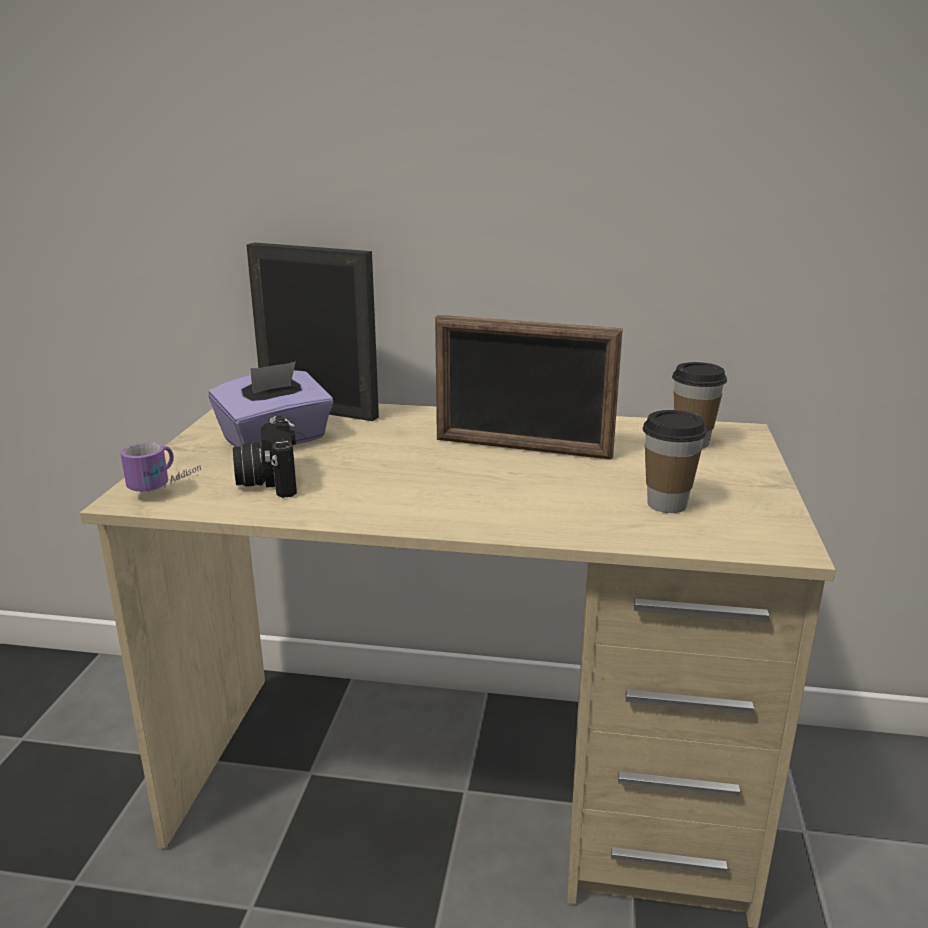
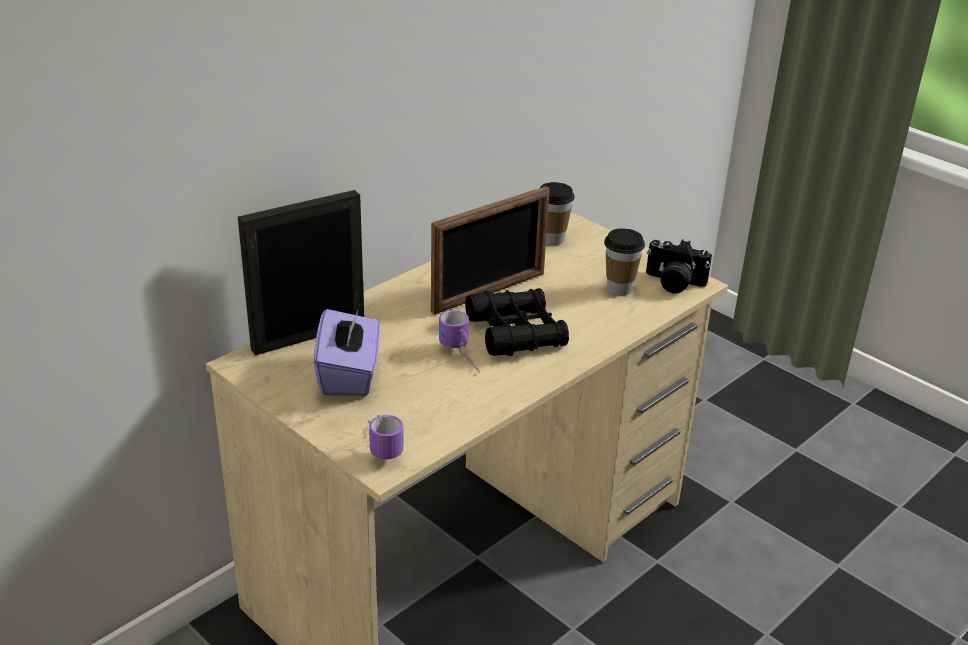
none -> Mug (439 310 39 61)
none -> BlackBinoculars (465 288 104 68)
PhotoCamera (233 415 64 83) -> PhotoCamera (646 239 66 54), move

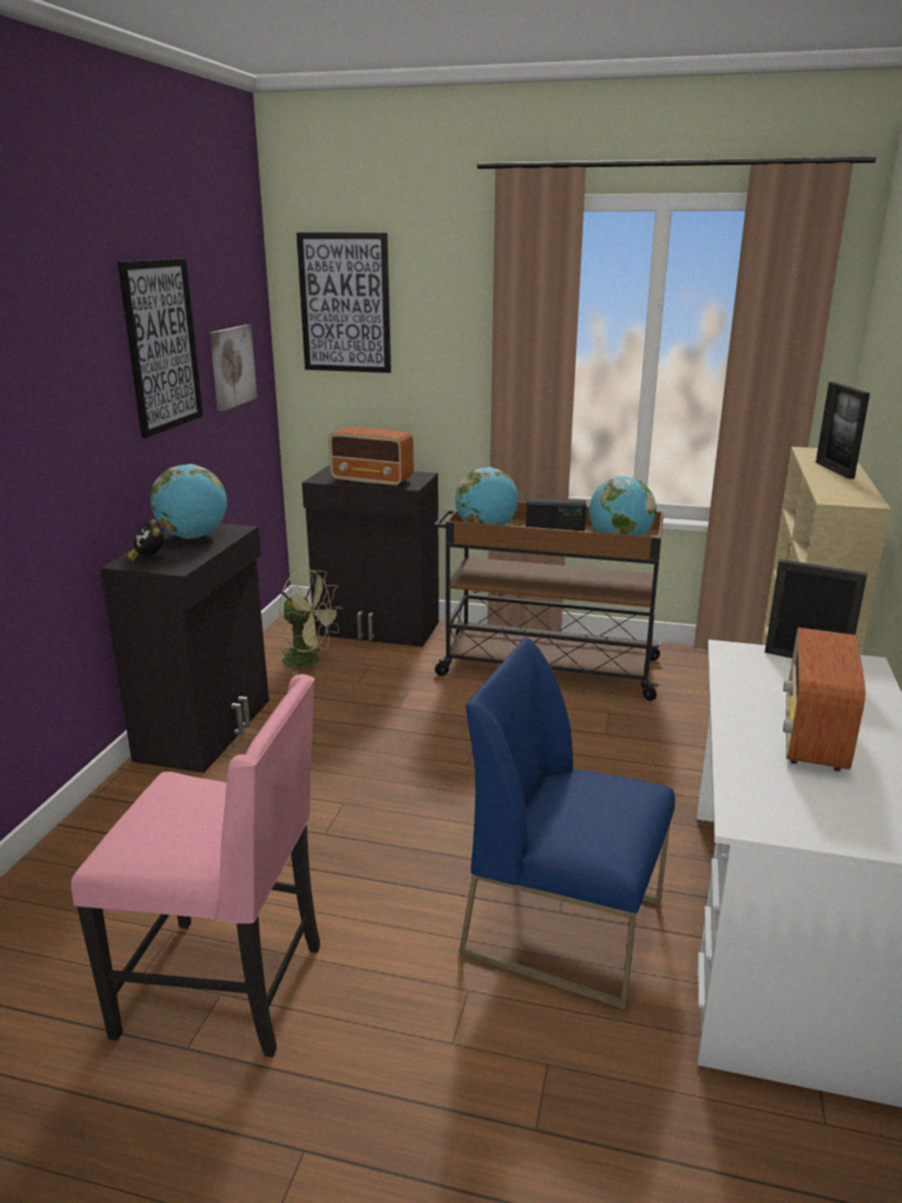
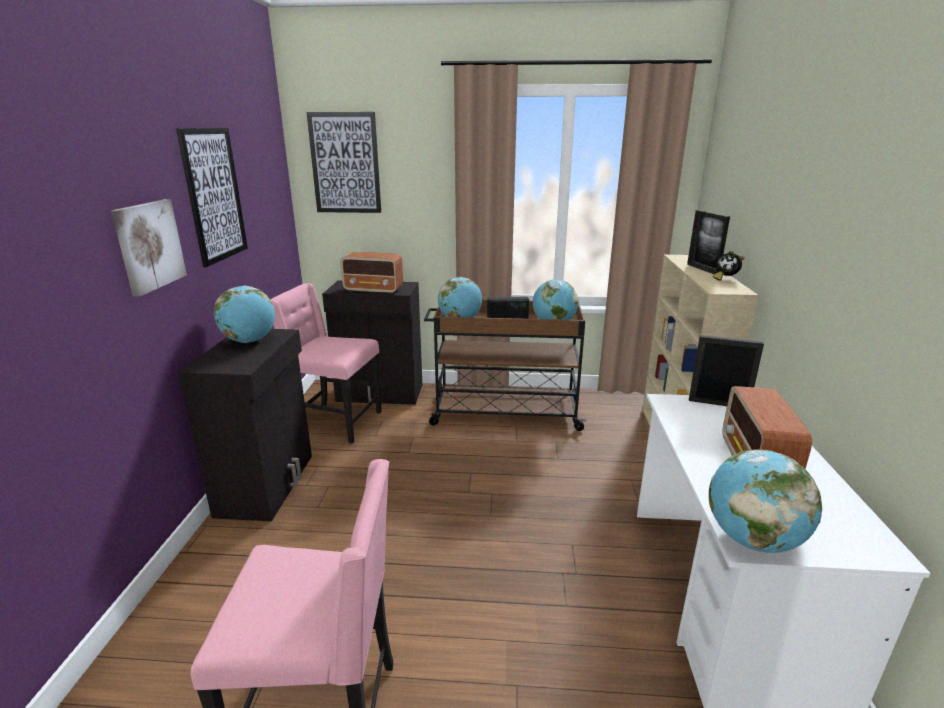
Picture (210 325 47 86) -> Picture (111 199 76 98), move
GreenFan (279 569 63 107) -> PinkChair (271 283 111 161)
none -> Globe (709 449 113 104)
AlarmClock (128 519 36 43) -> AlarmClock (713 250 31 31), move
BlueChair (459 637 216 373) -> none

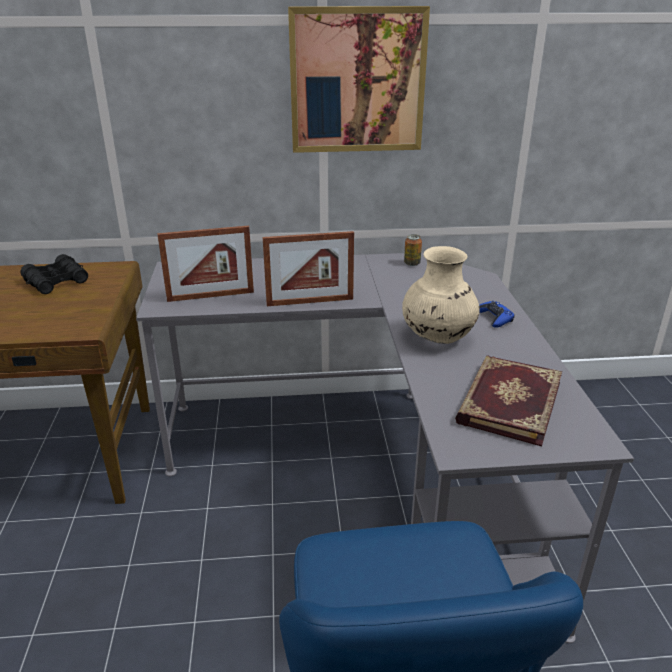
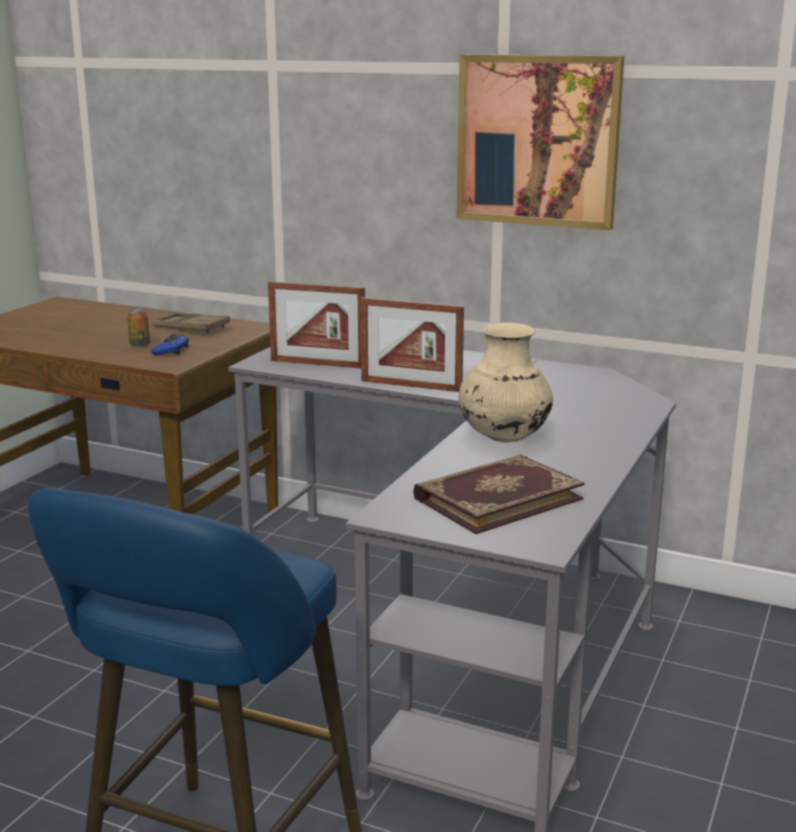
Can (404 234 18 32) -> Can (127 309 23 38), move
BlackBinoculars (21 254 67 40) -> BrownTray (151 313 79 20)
BlueGameController (479 301 36 27) -> BlueGameController (151 333 38 22), move

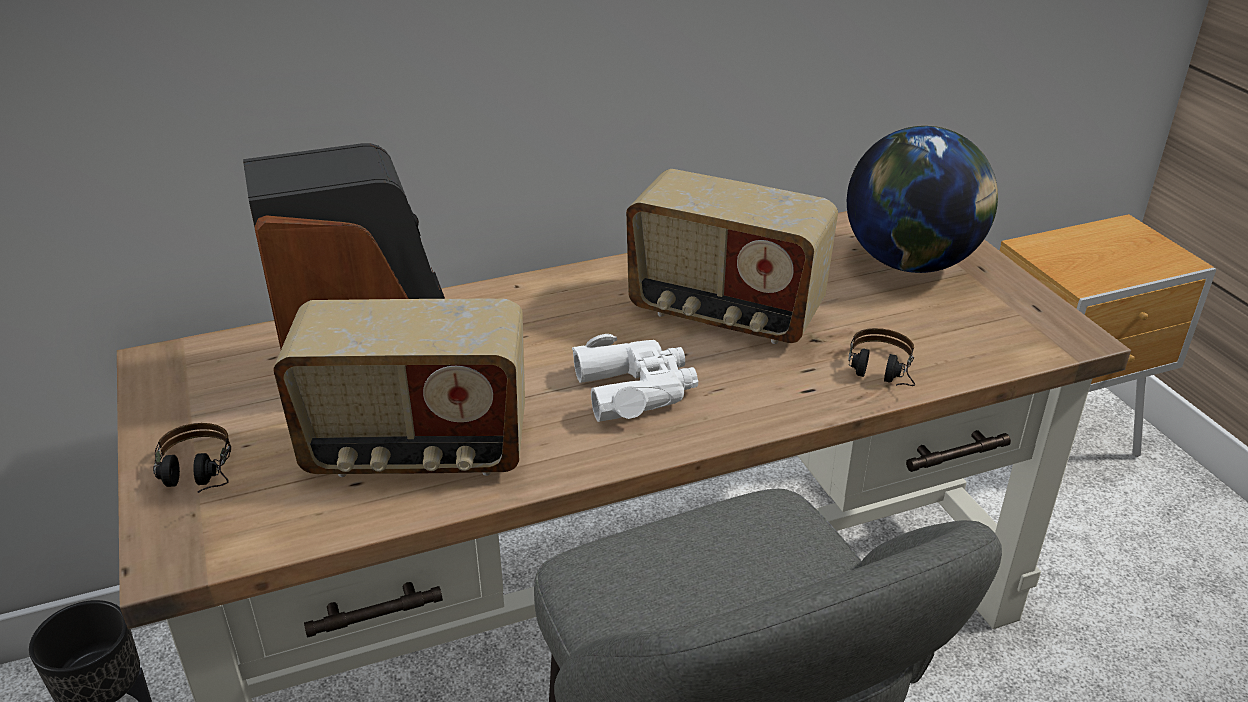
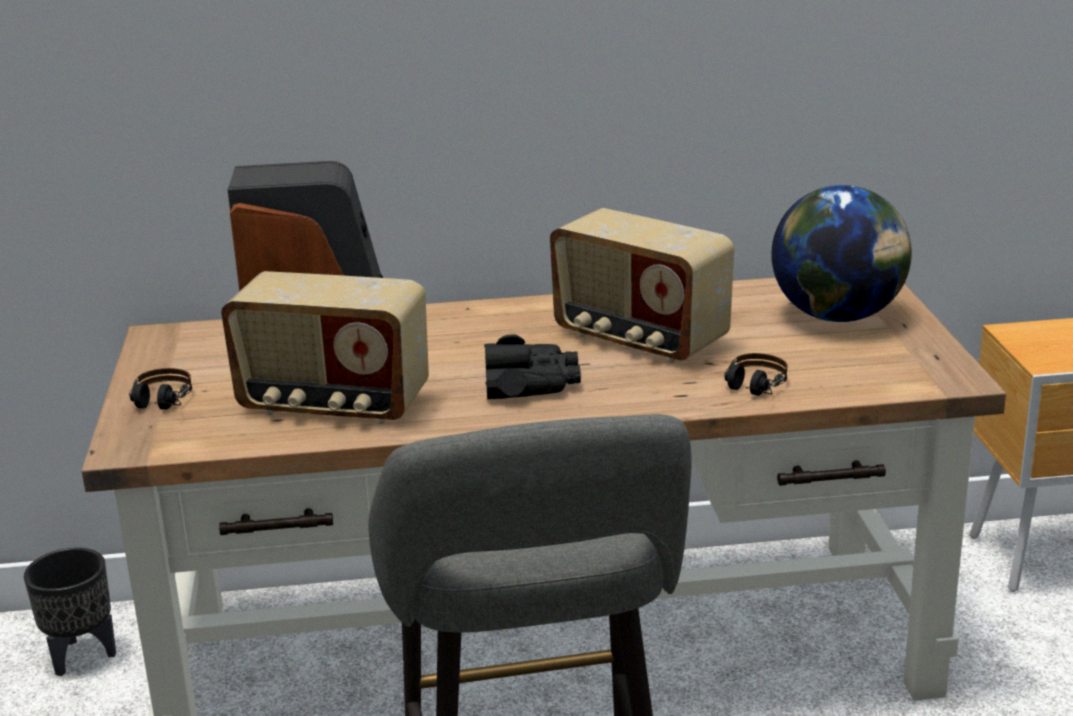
WhiteBinoculars (572 334 126 88) -> BlackBinoculars (484 334 97 65)

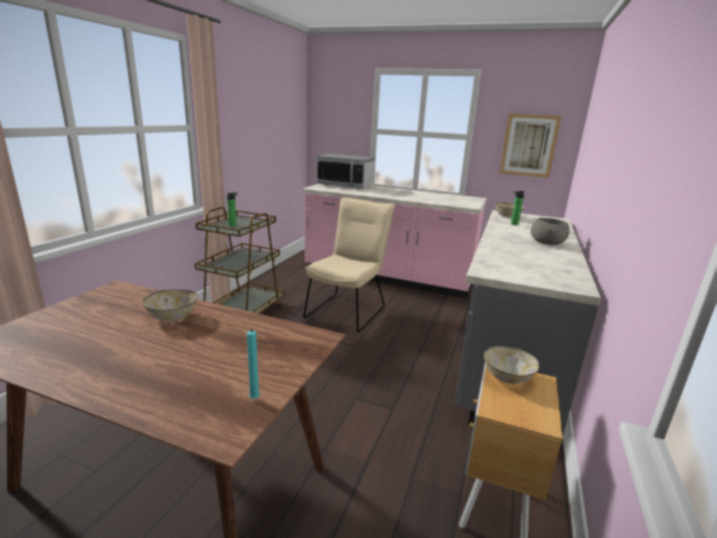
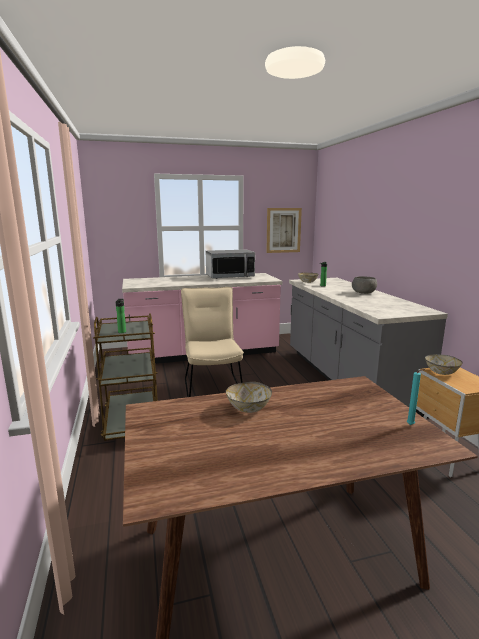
Microwave (317 154 58 35) -> Microwave (206 250 49 29), move

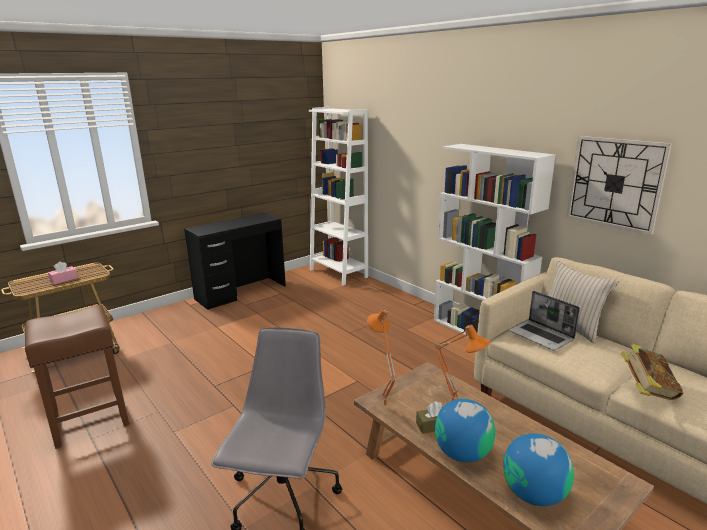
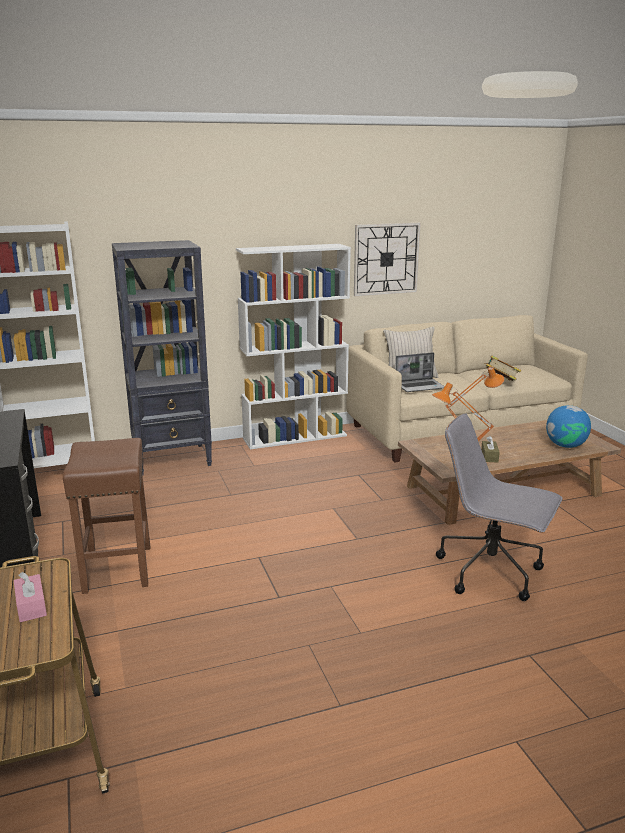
BrownStool (25 305 105 144) -> BrownStool (63 438 87 156), move
none -> BlackBookcase (112 240 100 235)
Globe (435 399 60 63) -> none

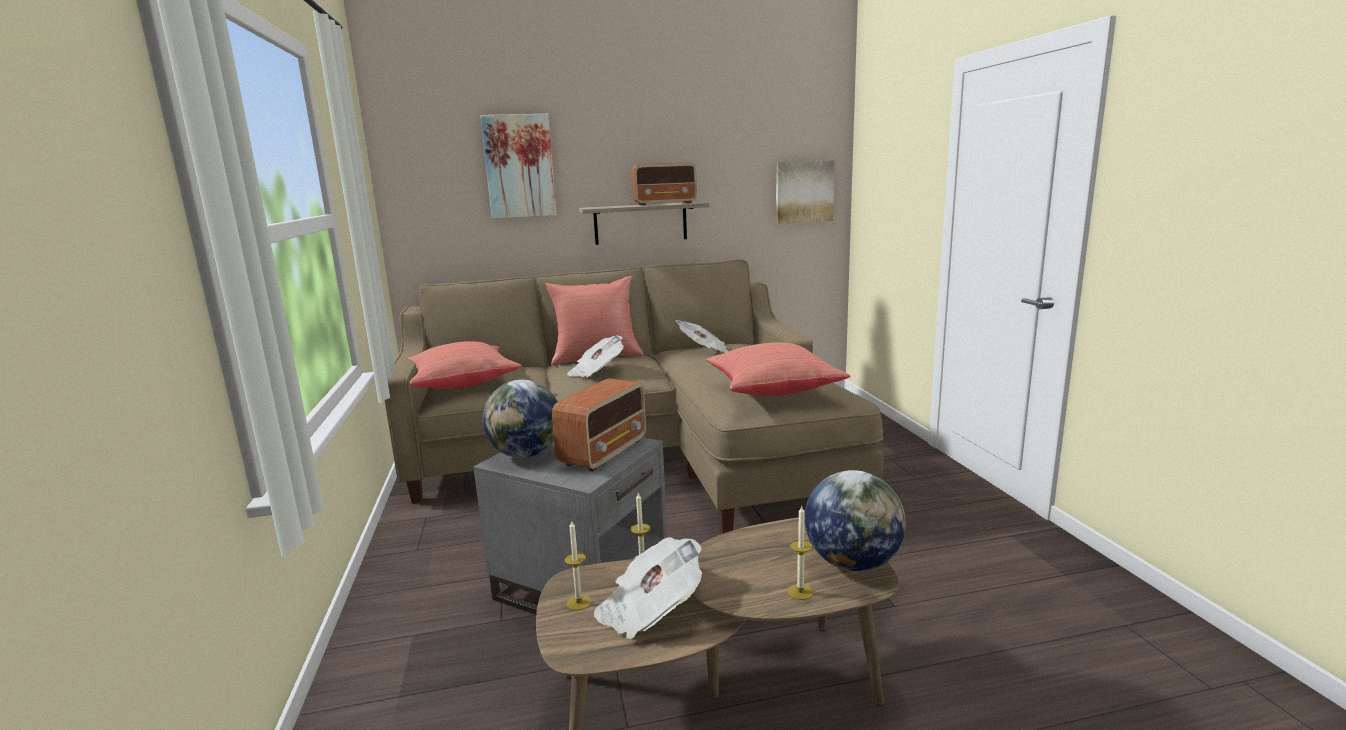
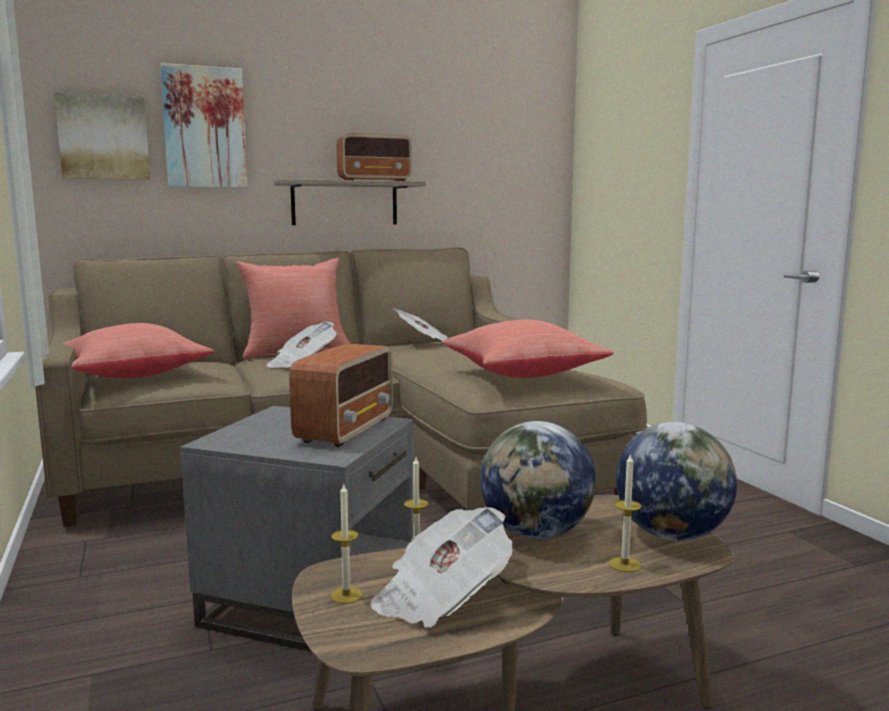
Picture (776 160 59 64) -> Picture (54 92 96 88), move
Globe (482 380 76 78) -> Globe (480 421 116 118), move

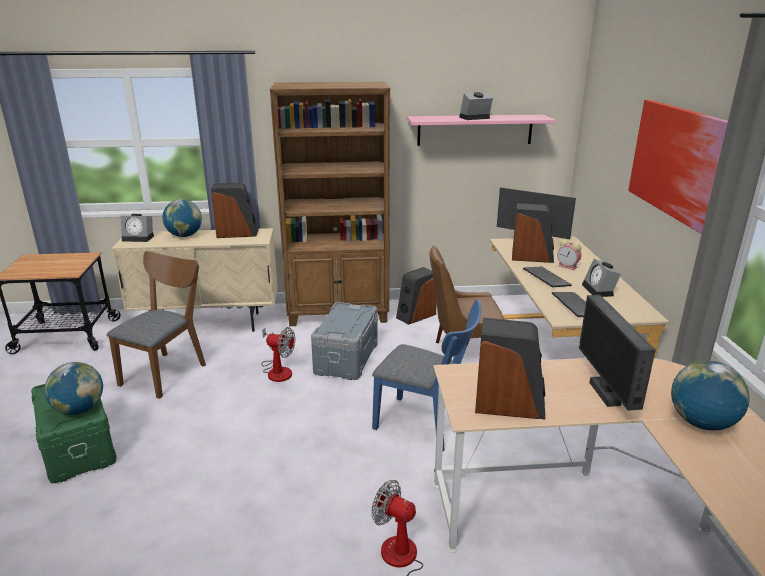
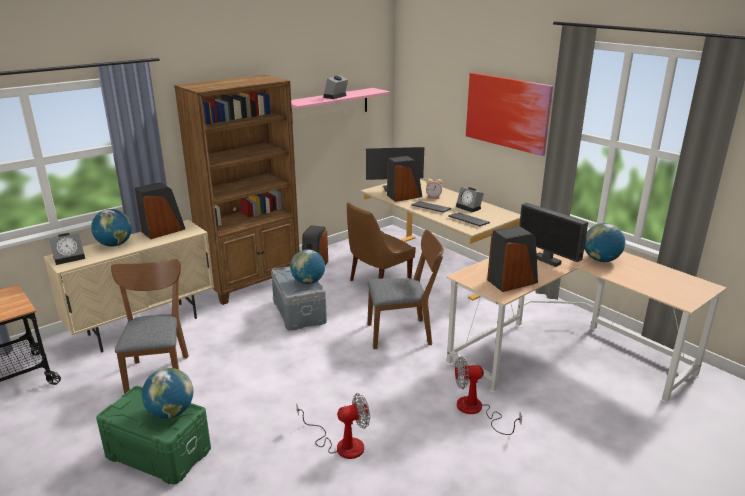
none -> Globe (290 249 35 35)
Fan (261 327 34 55) -> Fan (296 393 74 66), move
BlueChair (372 300 109 151) -> BrownChair (367 230 77 119)

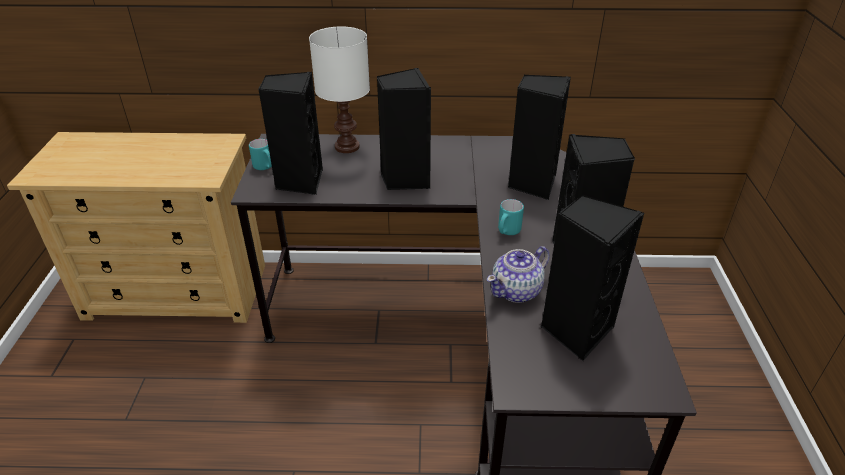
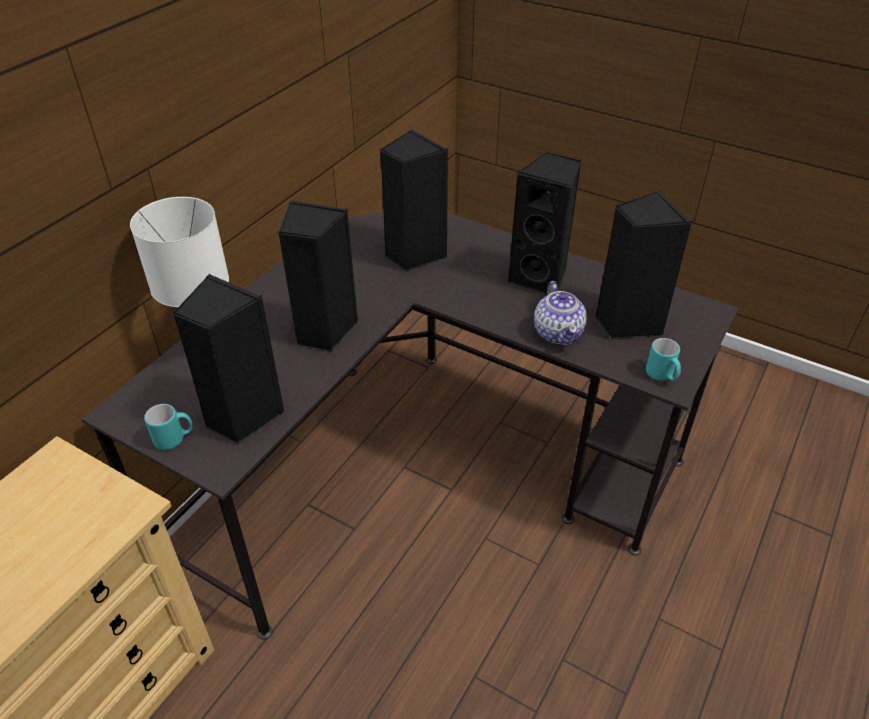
TurquoiseMug (498 199 26 36) -> TurquoiseMug (646 338 35 43), move

